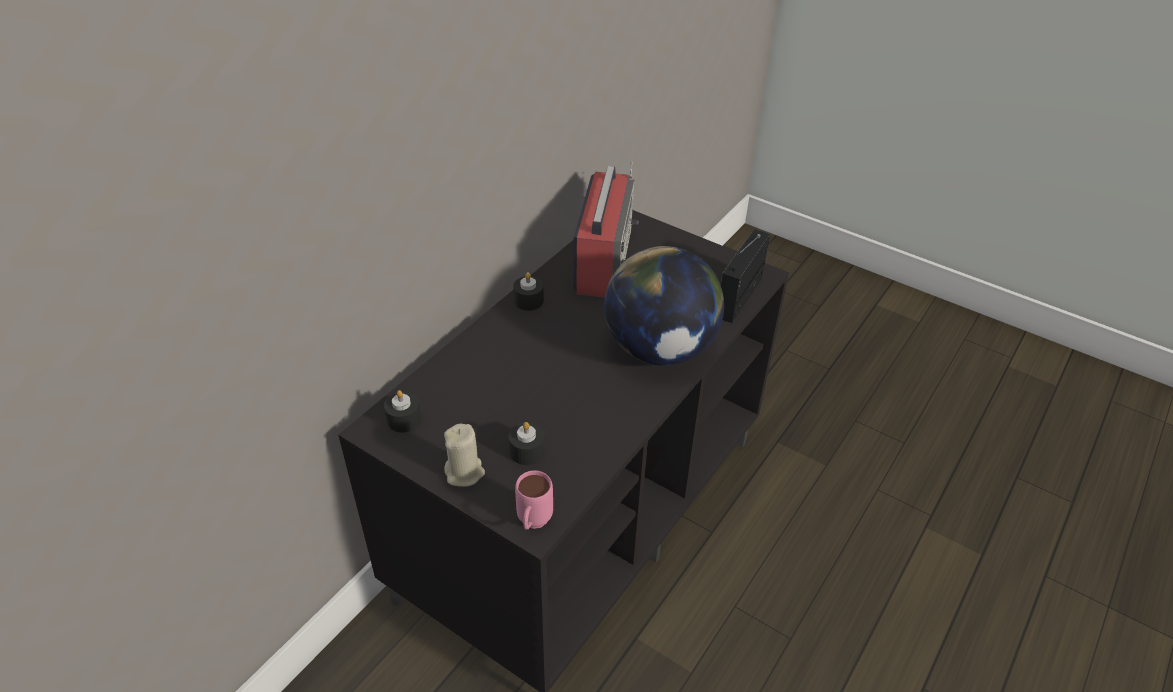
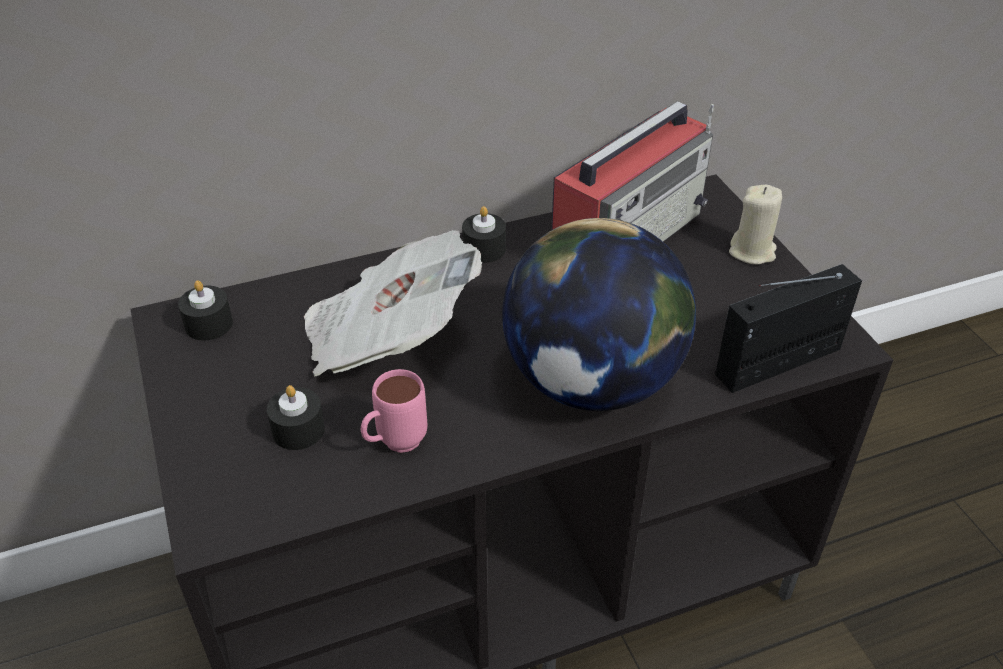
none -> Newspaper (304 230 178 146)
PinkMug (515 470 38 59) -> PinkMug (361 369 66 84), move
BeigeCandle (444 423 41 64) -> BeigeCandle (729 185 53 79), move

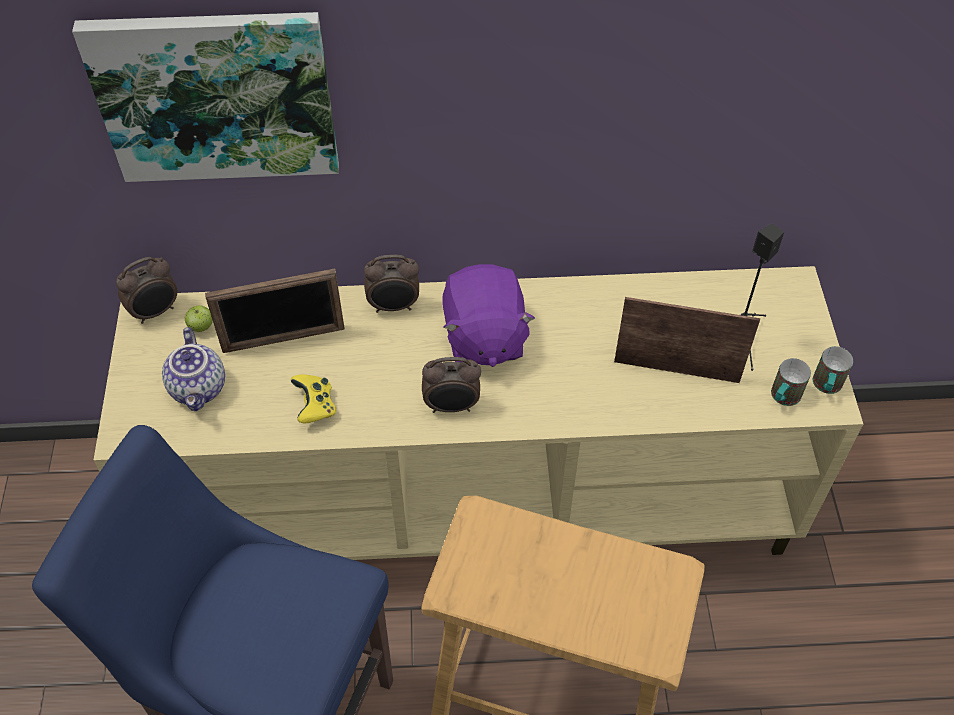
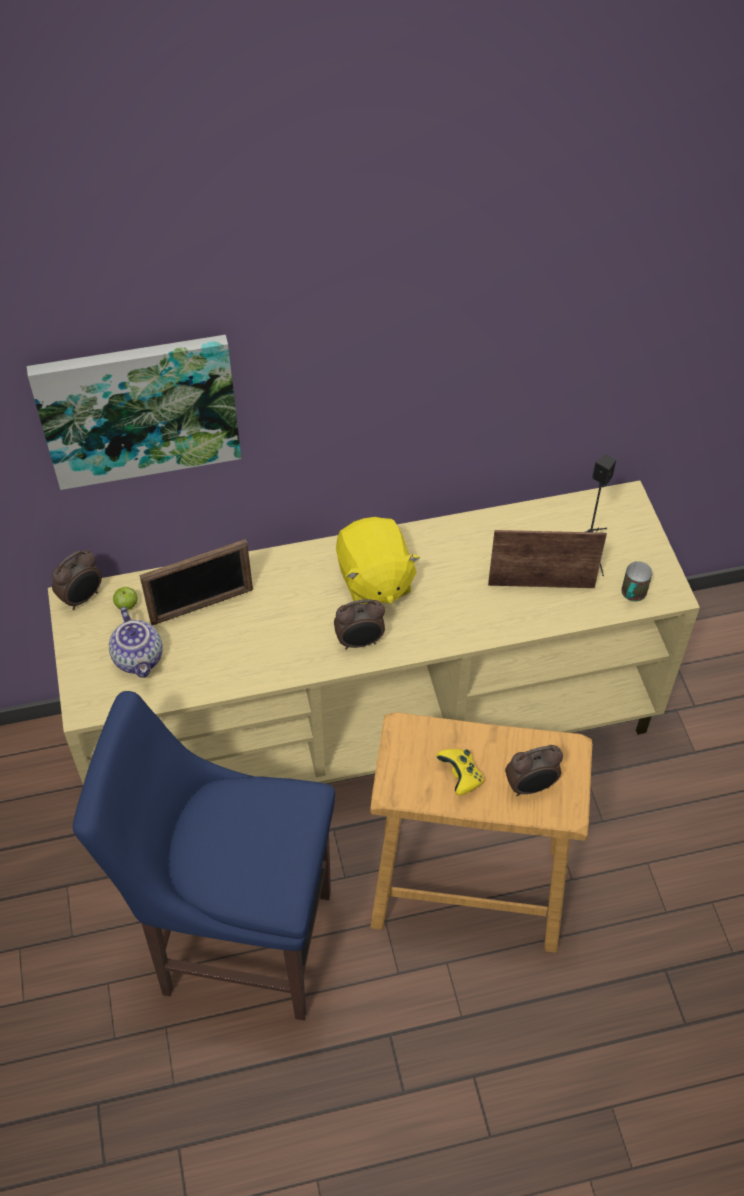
PurplePlushToy (442 264 93 103) -> YellowPlushToy (336 517 84 88)
YellowGameController (291 374 45 50) -> YellowGameController (436 749 48 46), move
AlarmClock (364 255 55 58) -> AlarmClock (505 745 58 51), move
Mug (813 346 40 48) -> none

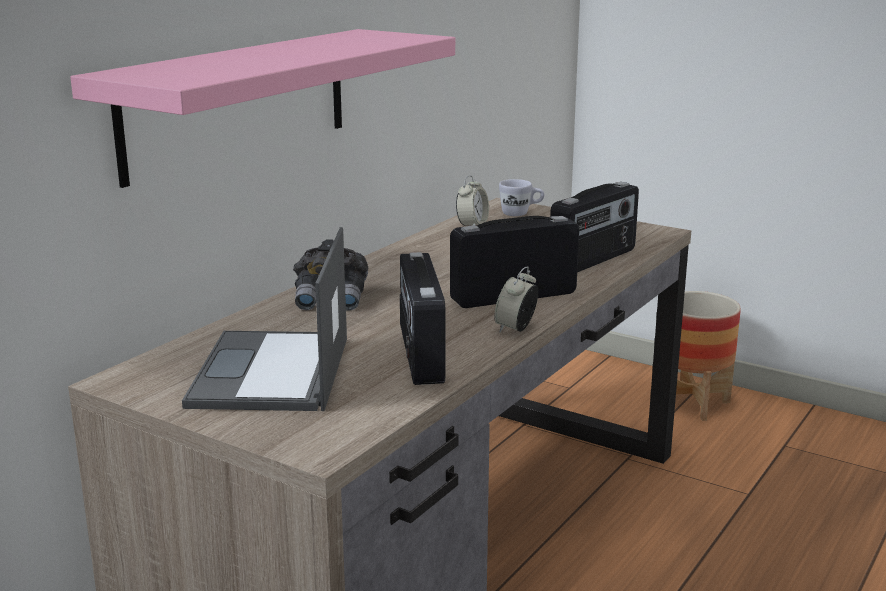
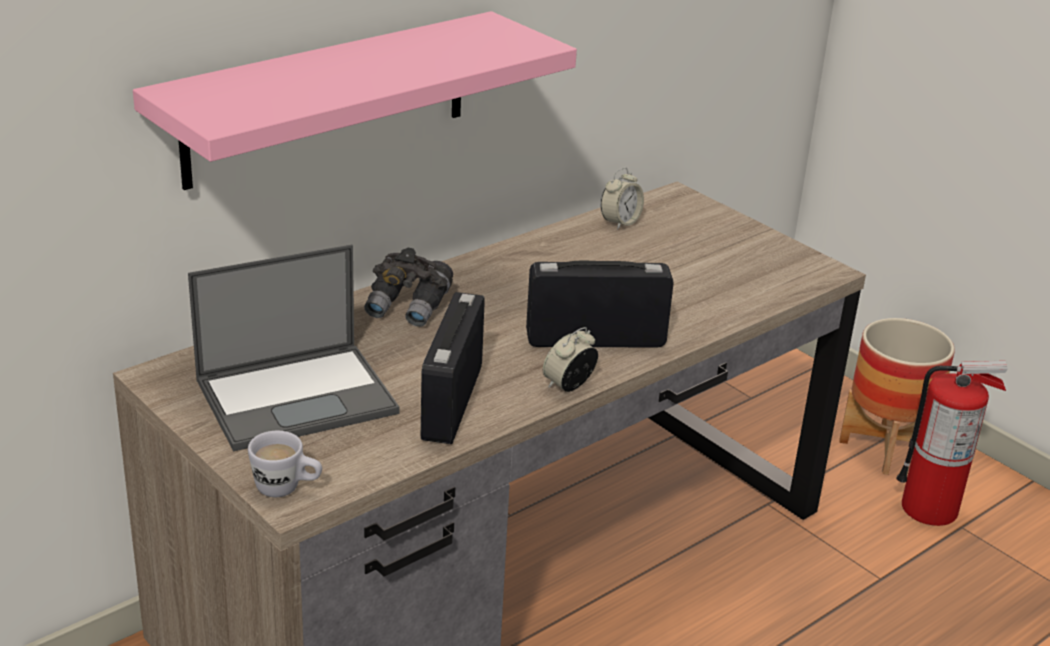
Laptop (182 227 165 184) -> Laptop (188 245 212 207), 135 degrees counterclockwise
WhiteMug (499 179 45 37) -> WhiteMug (248 431 74 66), move
none -> FireExtinguisher (896 361 112 165)
Radio (550 182 89 90) -> none

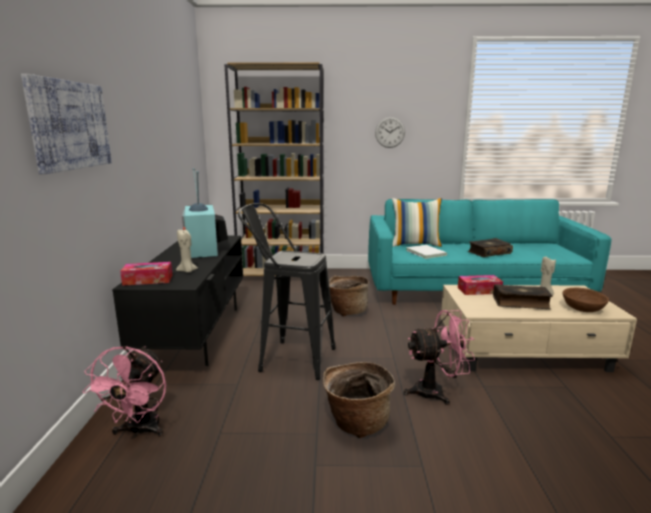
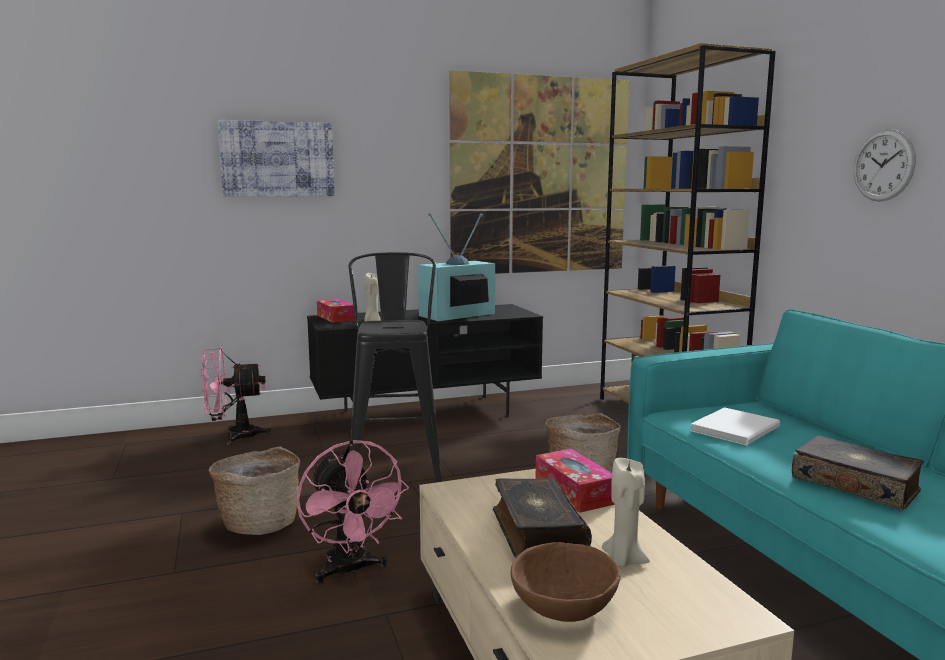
none -> Picture (449 70 181 204)
Pillow (392 198 50 49) -> none

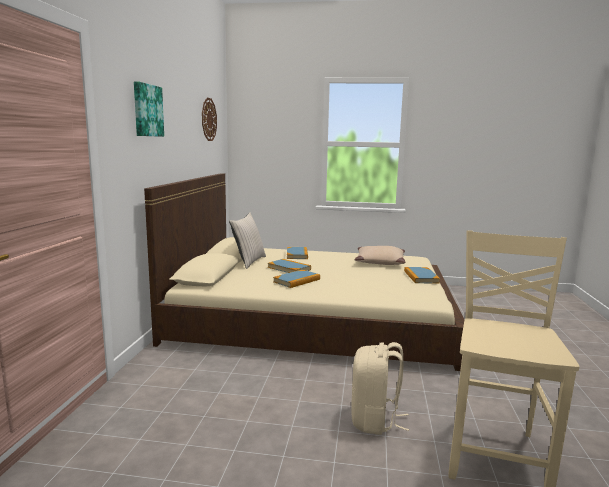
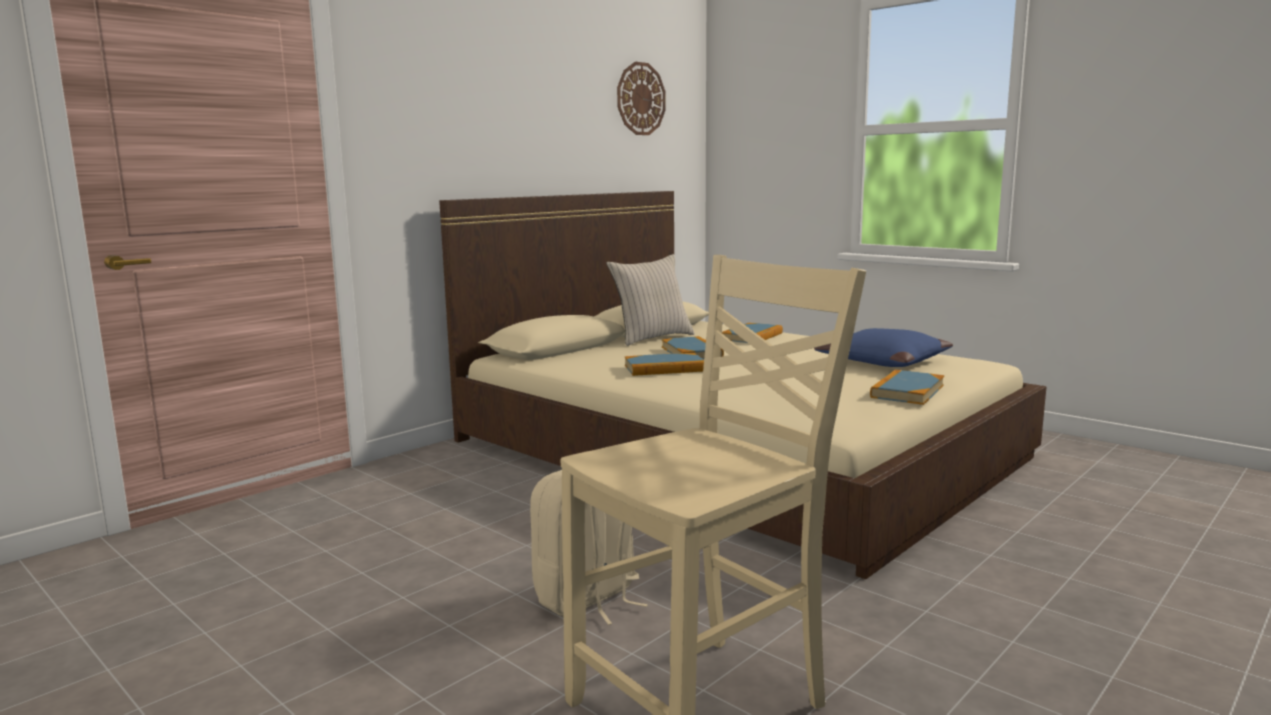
BeigePillow (354 246 51 19) -> BluePillow (814 328 139 39)
Picture (134 81 30 56) -> none

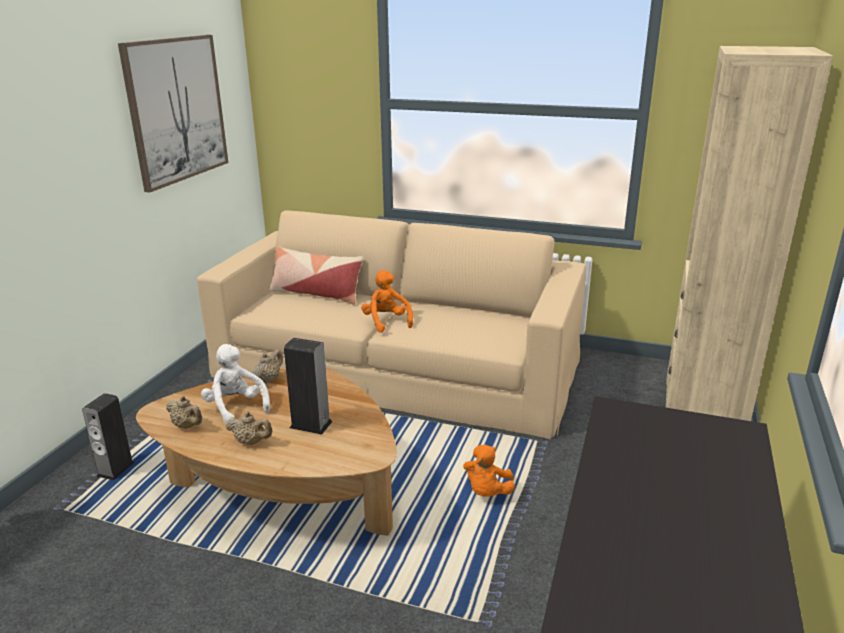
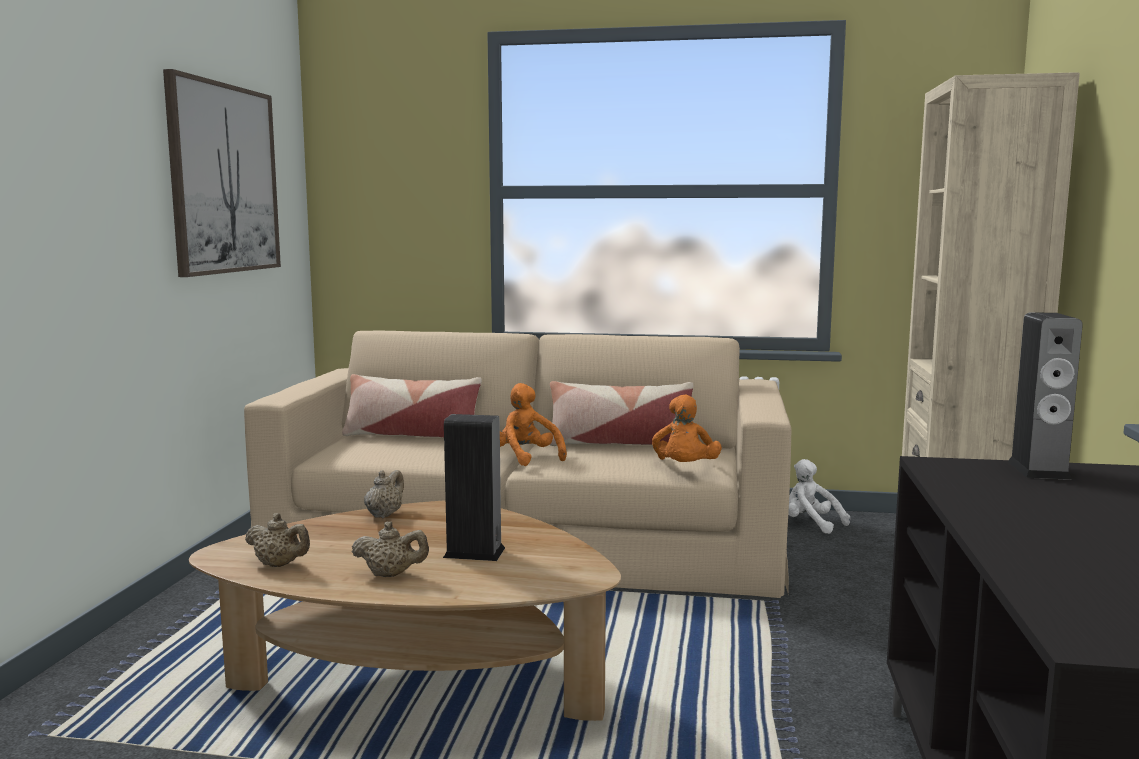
none -> Pillow (550 381 143 65)
OrangePlushToy (463 444 52 53) -> OrangePlushToy (652 394 70 68), move
WhitePlushToy (201 344 69 80) -> WhitePlushToy (788 459 62 75), move
Speaker (82 393 53 87) -> Speaker (1007 312 76 168), move

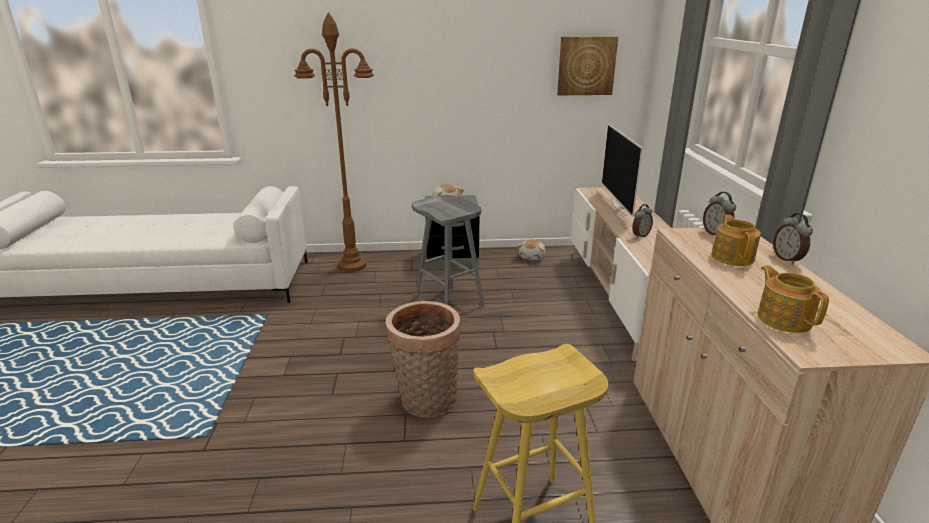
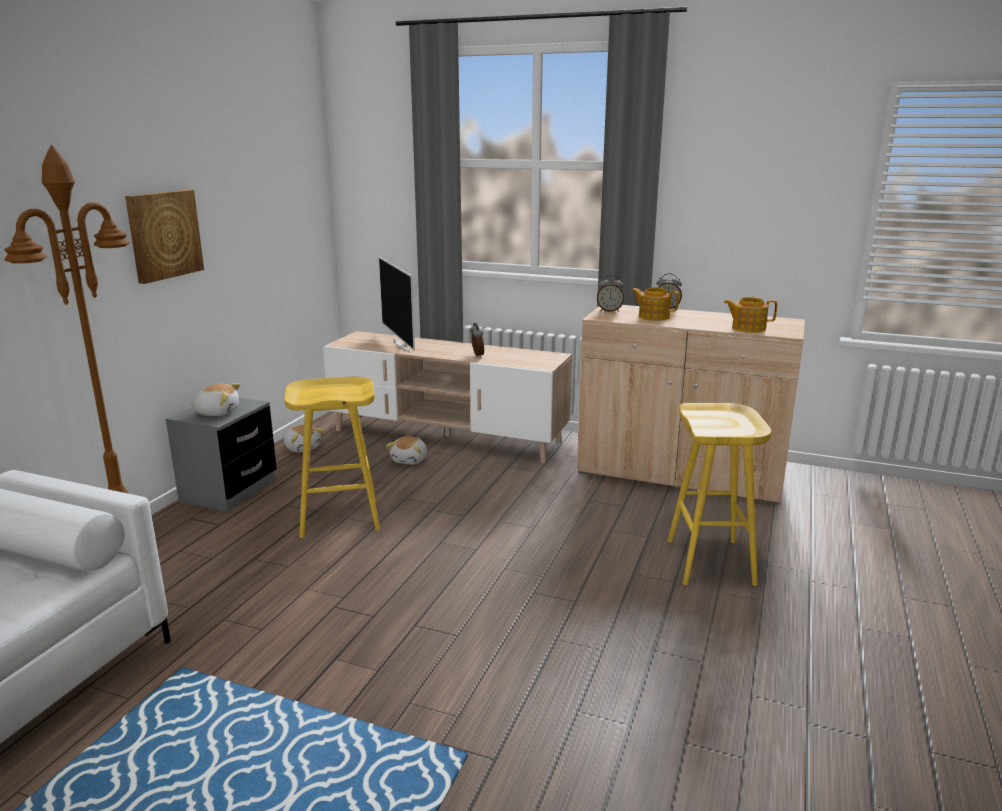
Picture (557 36 61 60) -> Picture (125 189 79 95), move
GreyStool (412 195 73 112) -> YellowStool (284 377 96 161)
Television (602 124 41 93) -> Television (379 257 36 95), 45 degrees clockwise
none -> PlushToy (386 436 41 29)
Basket (386 301 75 117) -> none

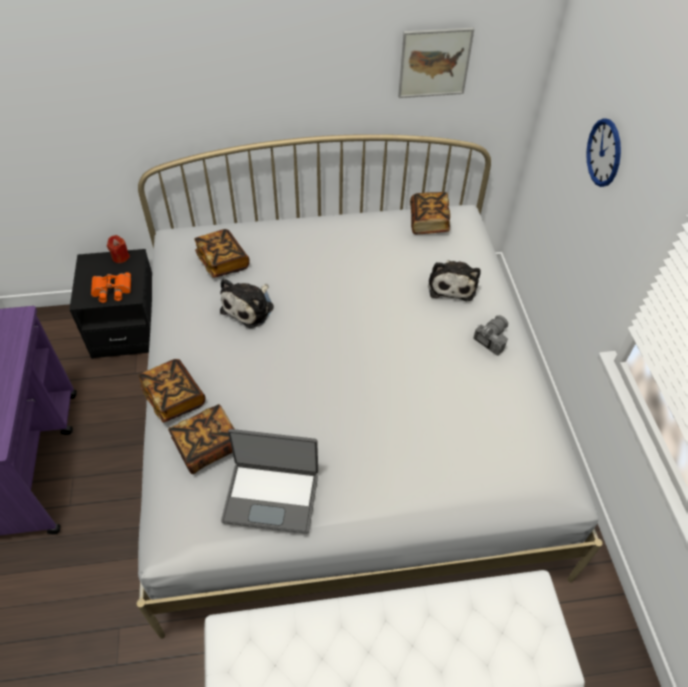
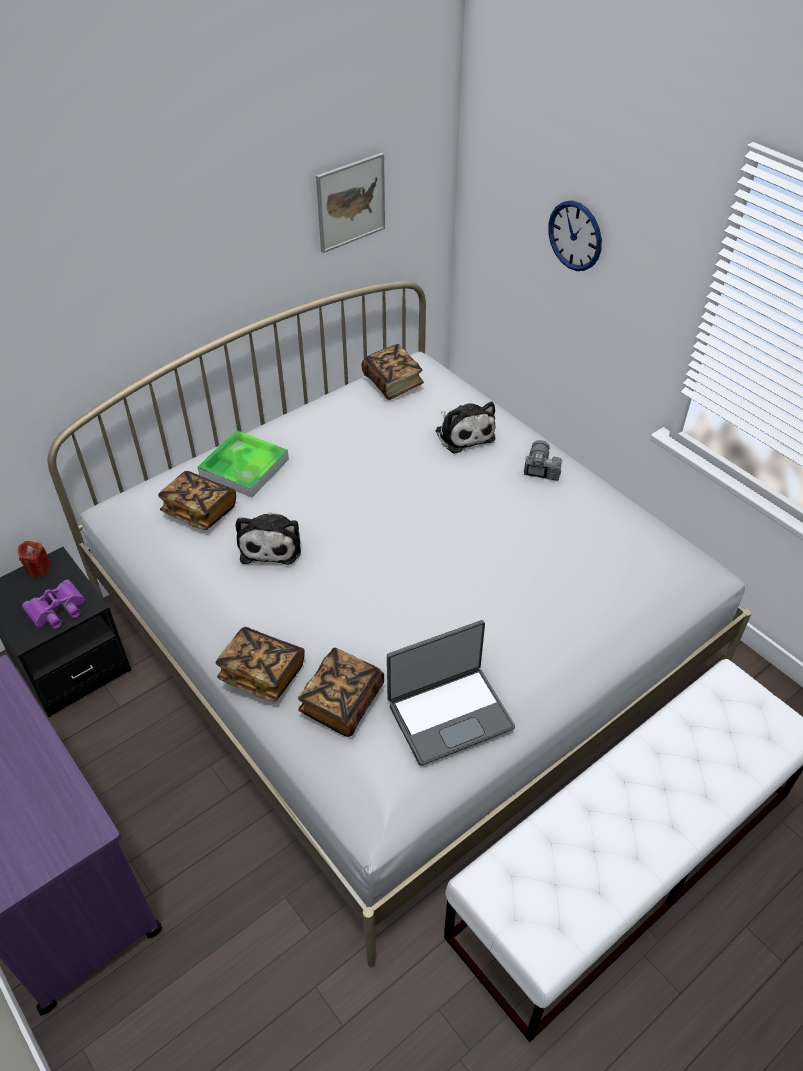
OrangeBinoculars (91 272 40 31) -> PurpleBinoculars (22 580 63 49)
none -> Tray (197 430 92 67)

